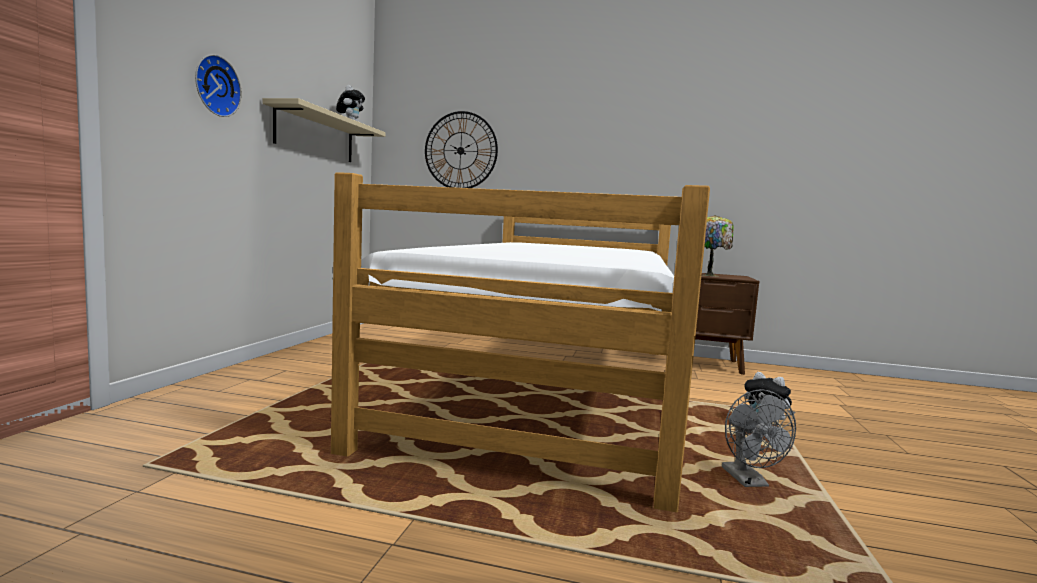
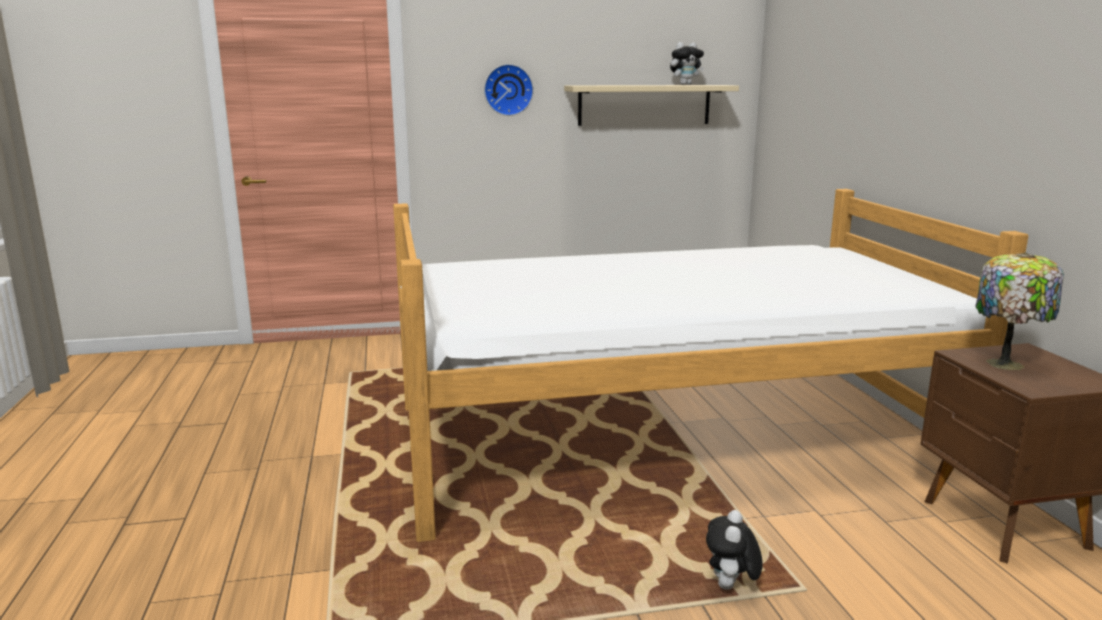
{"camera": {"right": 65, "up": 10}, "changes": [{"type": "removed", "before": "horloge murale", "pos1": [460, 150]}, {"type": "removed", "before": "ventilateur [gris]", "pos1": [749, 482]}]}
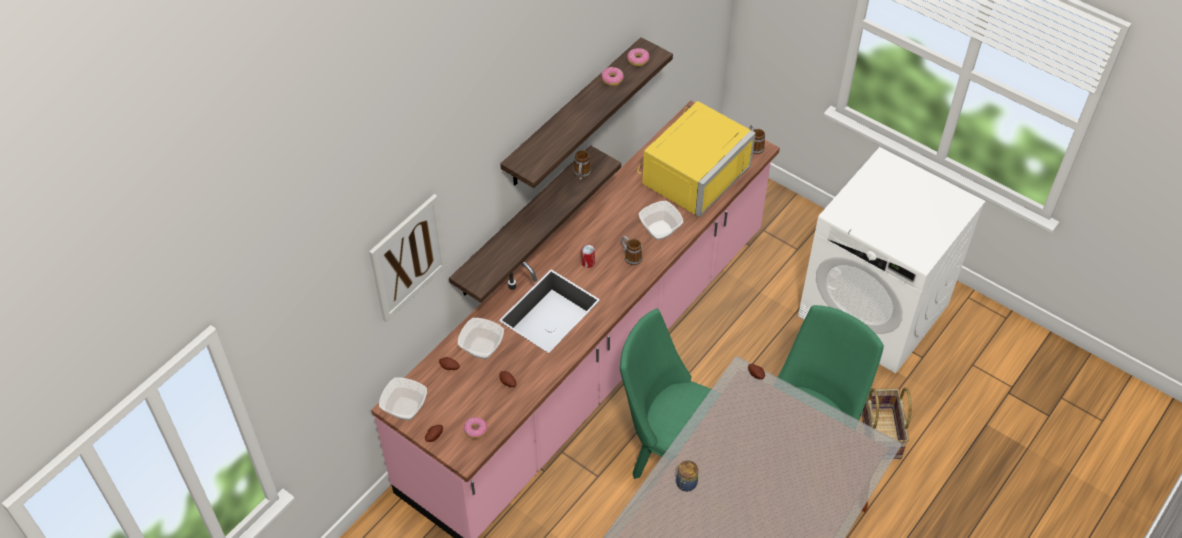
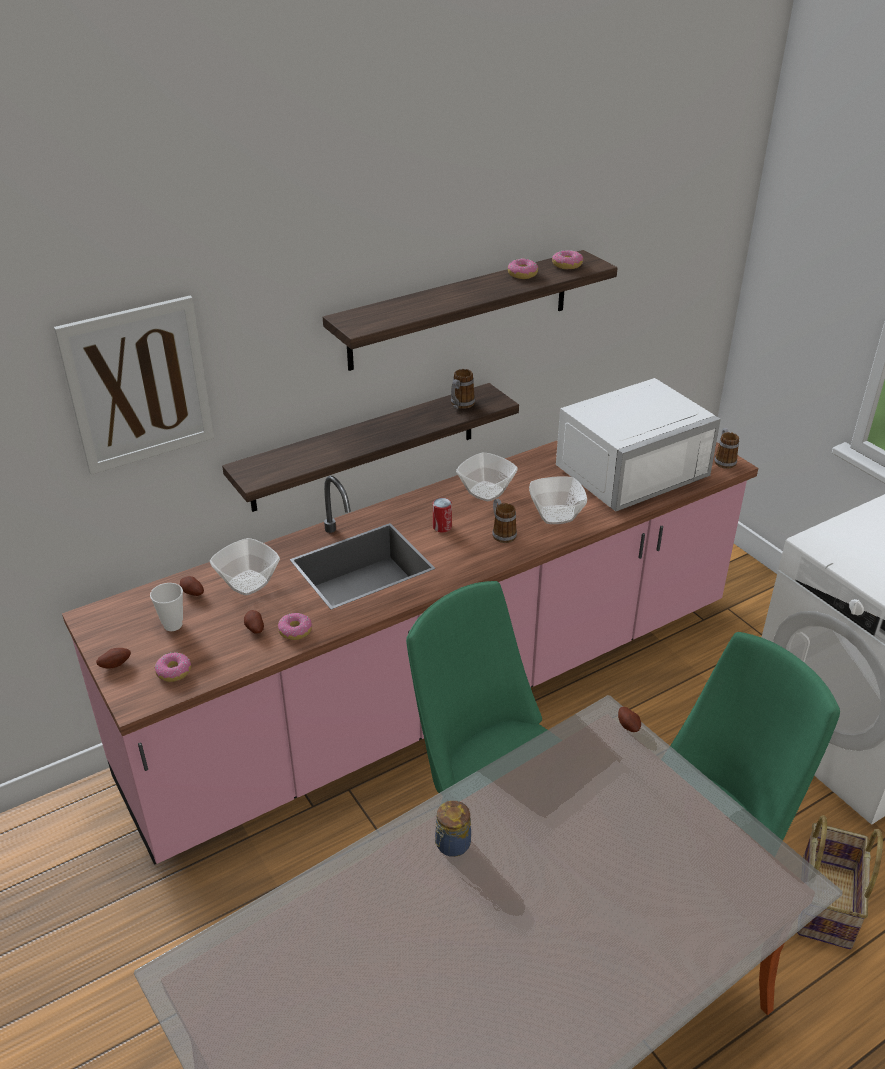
{"camera": {"right": 20, "up": -15}, "changes": [{"type": "added", "after": "tasse", "pos2": [173, 625]}, {"type": "added", "after": "beignet", "pos2": [295, 631]}, {"type": "moved", "before": "bol", "pos1": [406, 408], "pos2": [487, 491]}, {"type": "recoloured", "before": "micro-ondes [jaune]", "after": "micro-ondes [blanc]", "pos1": [690, 173], "pos2": [625, 468]}]}
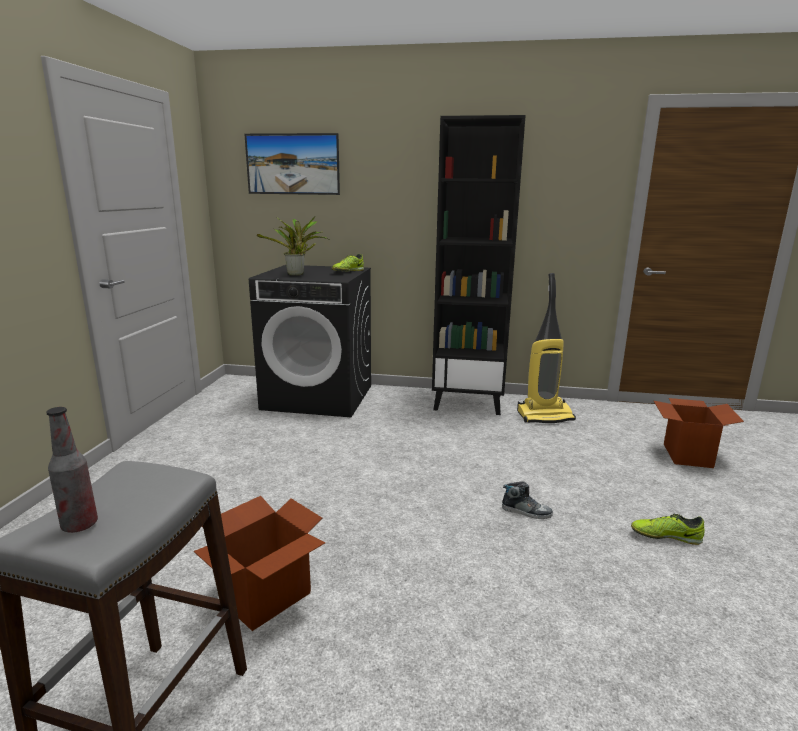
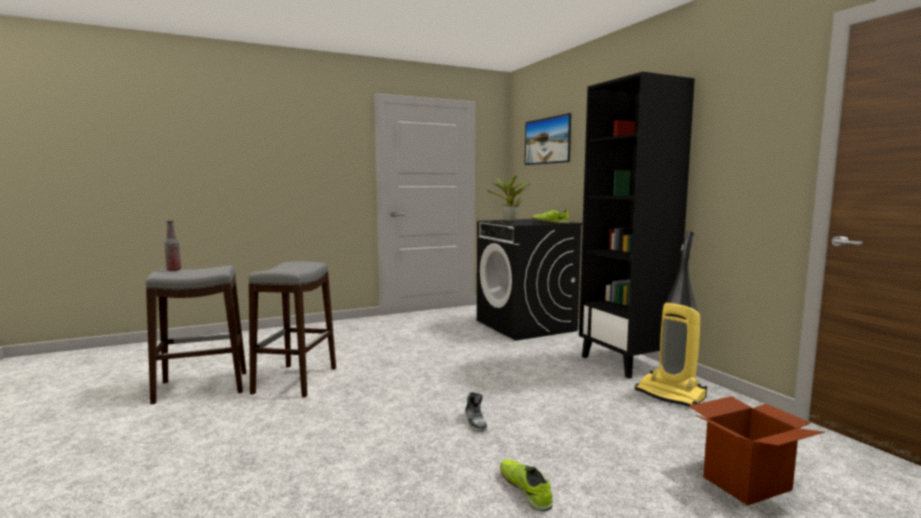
{"camera": {"right": 55, "up": -10}, "changes": [{"type": "replaced", "before": "carton", "after": "tabouret [gris]", "pos1": [266, 597], "pos2": [295, 380]}]}
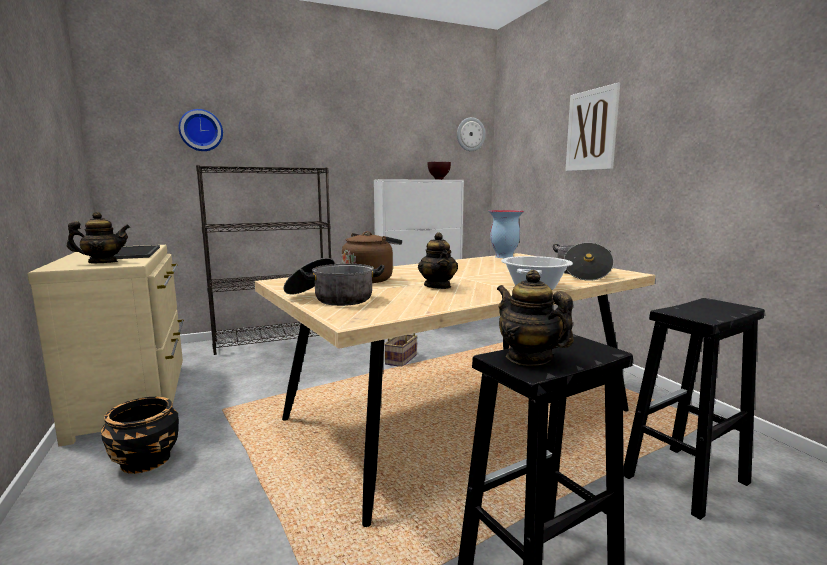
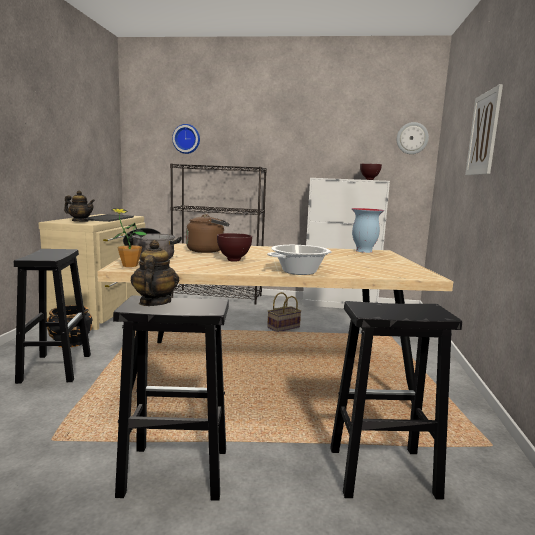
{"camera": {"right": 30, "up": 0}, "changes": [{"type": "added", "after": "tabouret [noir]", "pos2": [56, 367]}, {"type": "added", "after": "plante en pot", "pos2": [129, 265]}, {"type": "replaced", "before": "théière", "after": "bol [marron]", "pos1": [438, 286], "pos2": [234, 260]}, {"type": "removed", "before": "marmite", "pos1": [581, 274]}]}
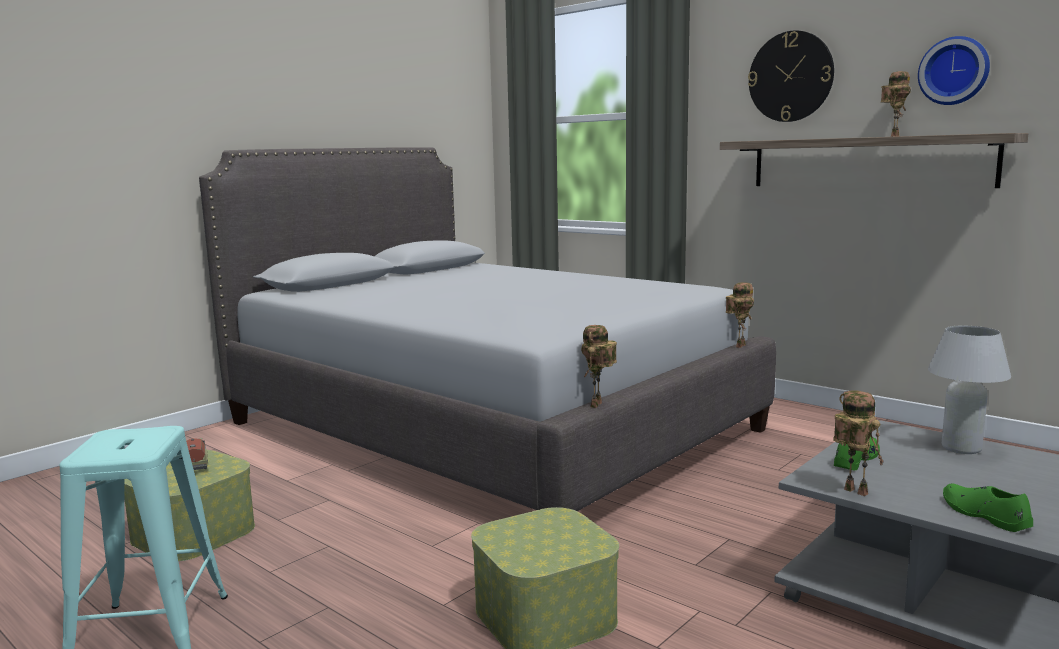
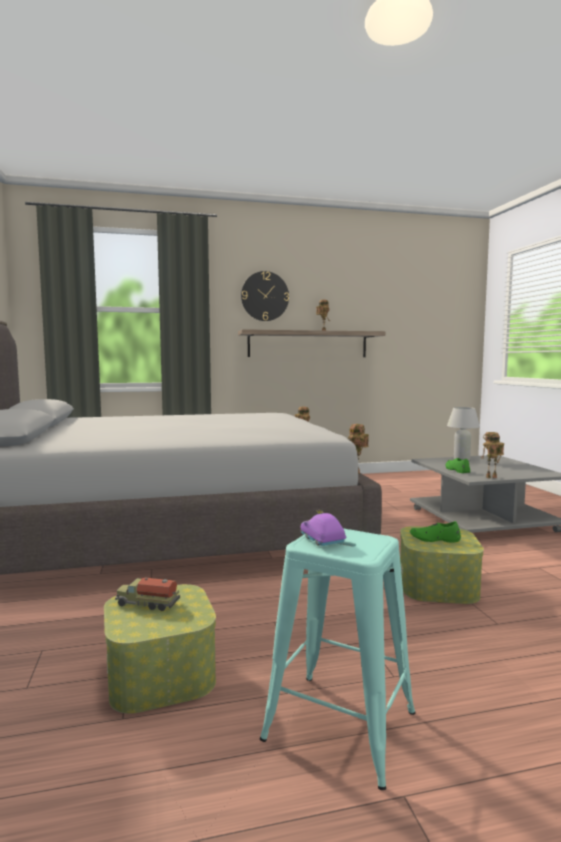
{"camera": {"right": -55, "up": -5}, "changes": [{"type": "added", "after": "petite voiture [violet]", "pos2": [321, 540]}, {"type": "moved", "before": "chaussure [vert]", "pos1": [984, 515], "pos2": [434, 539]}, {"type": "removed", "before": "horloge murale", "pos1": [954, 71]}]}
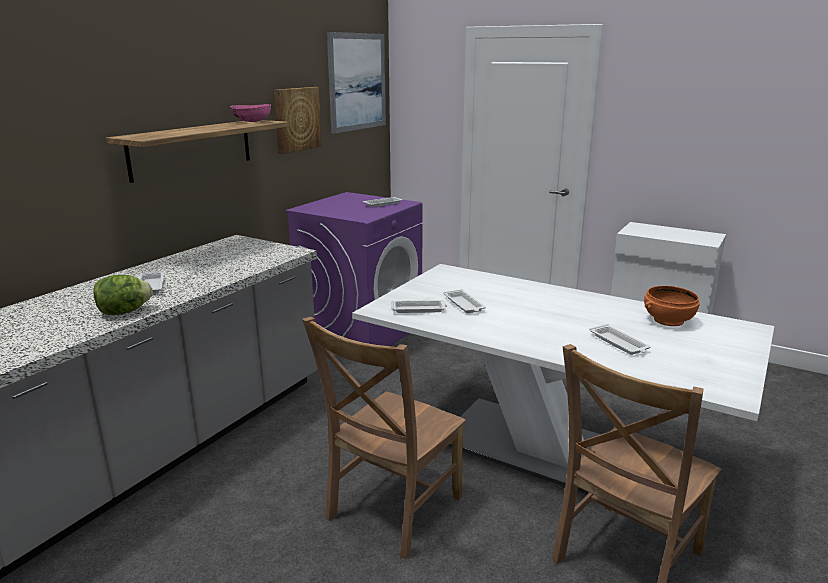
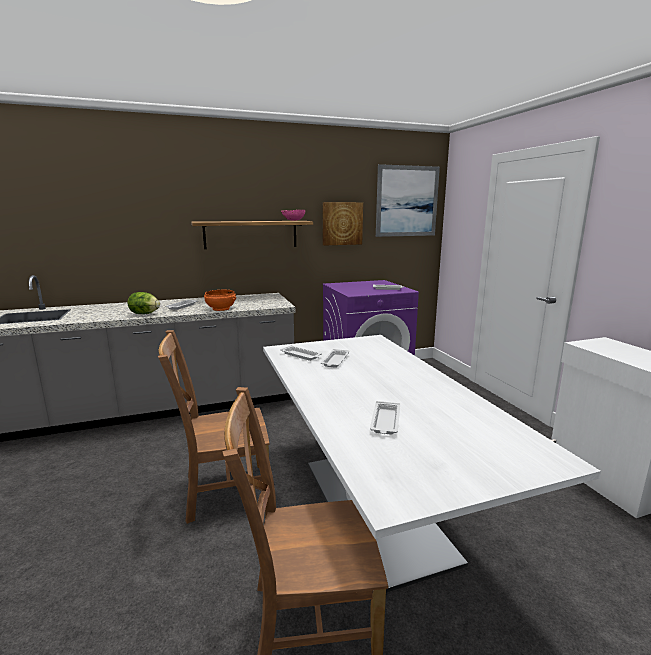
{"camera": {"right": 40, "up": -5}, "changes": [{"type": "moved", "before": "bol [orange]", "pos1": [668, 320], "pos2": [221, 309]}]}
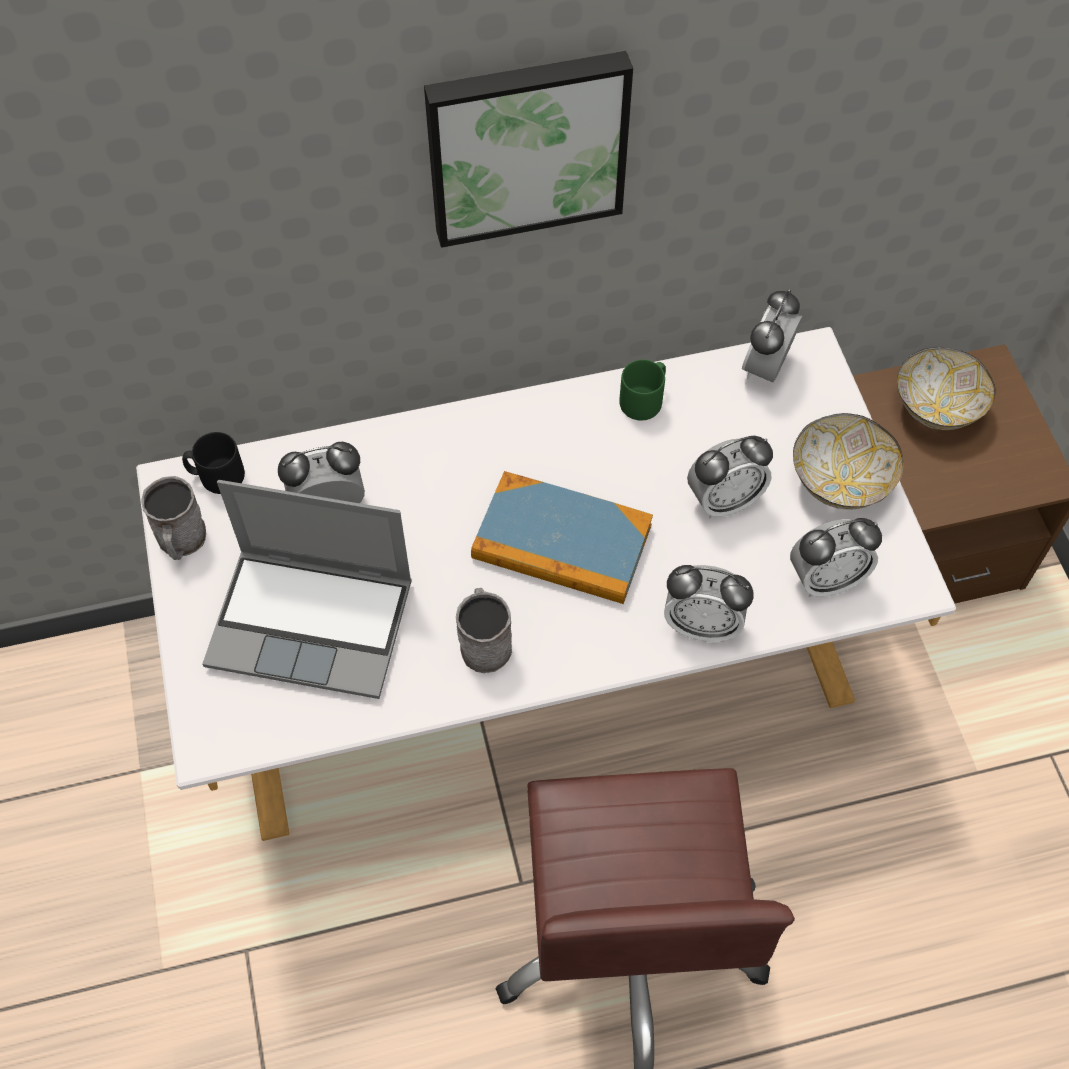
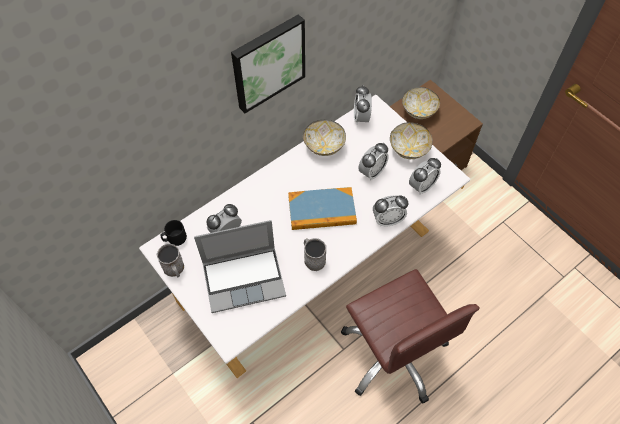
{"camera": {"right": -25, "up": 0}, "changes": [{"type": "replaced", "before": "mug [vert]", "after": "bol", "pos1": [644, 400], "pos2": [323, 146]}]}
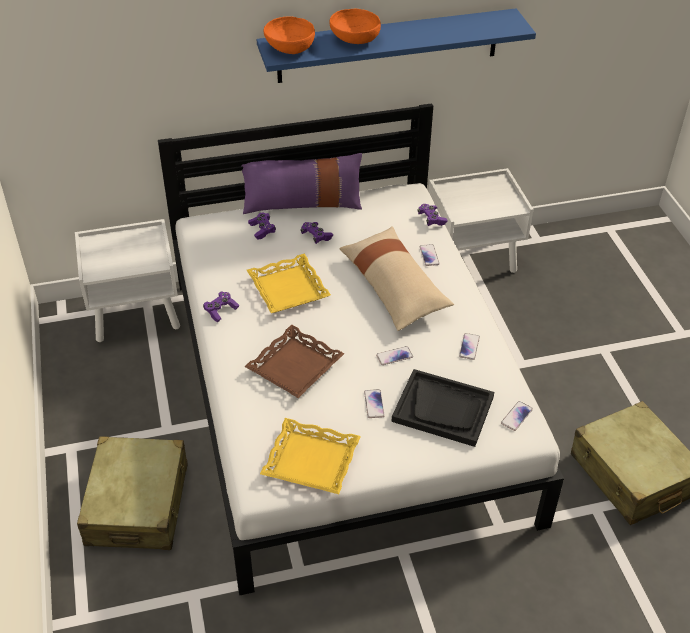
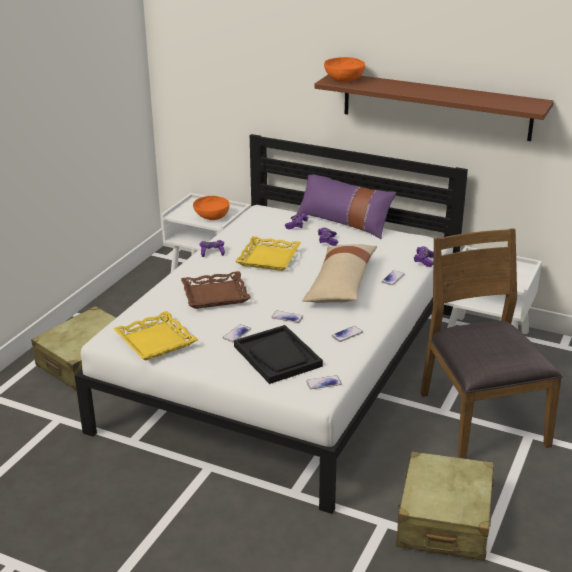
{"camera": {"right": 40, "up": -15}, "changes": [{"type": "moved", "before": "bol [orange]", "pos1": [354, 39], "pos2": [211, 217]}, {"type": "recoloured", "before": "étagère [bleu]", "after": "étagère [marron]", "pos1": [388, 46], "pos2": [436, 106]}, {"type": "added", "after": "chaise [marron]", "pos2": [480, 419]}]}
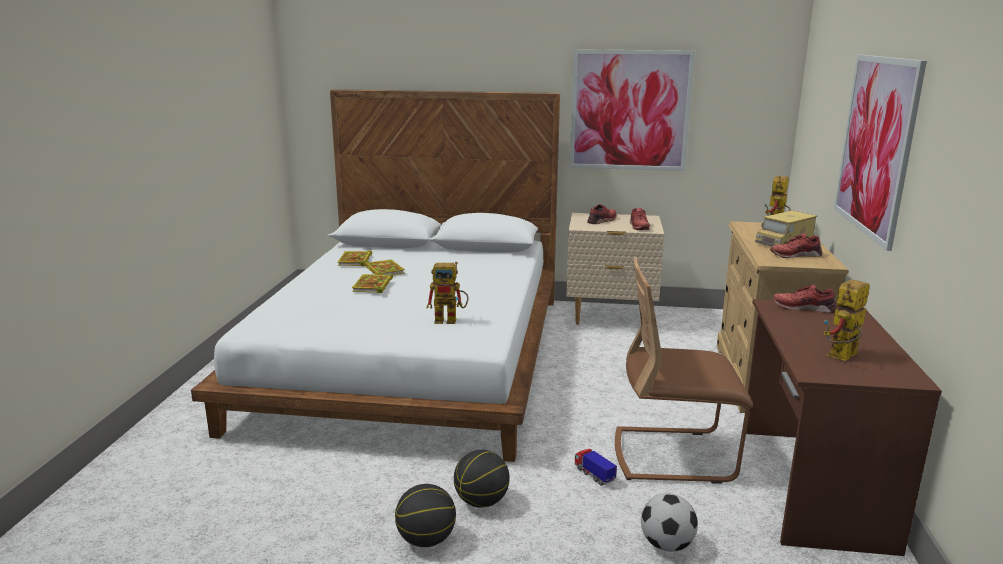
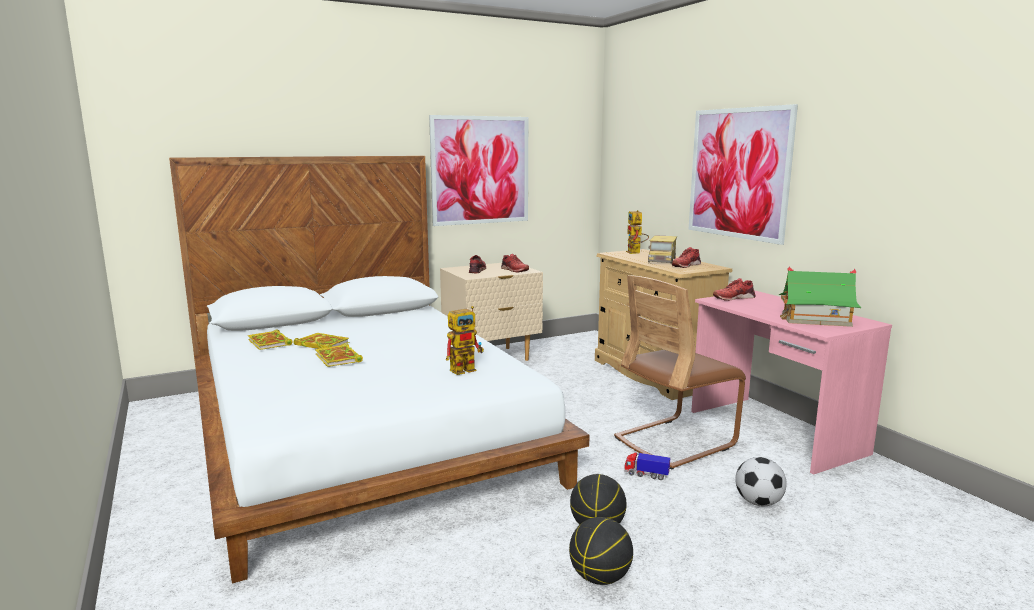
{"camera": {"right": -35, "up": -5}, "changes": [{"type": "recoloured", "before": "bureau [marron]", "after": "bureau [rose]", "pos1": [810, 485], "pos2": [774, 432]}, {"type": "replaced", "before": "robot jouet", "after": "maison miniature", "pos1": [842, 357], "pos2": [815, 319]}]}
